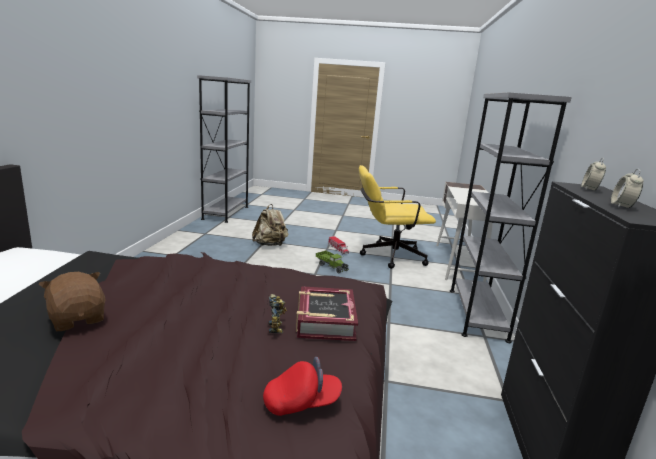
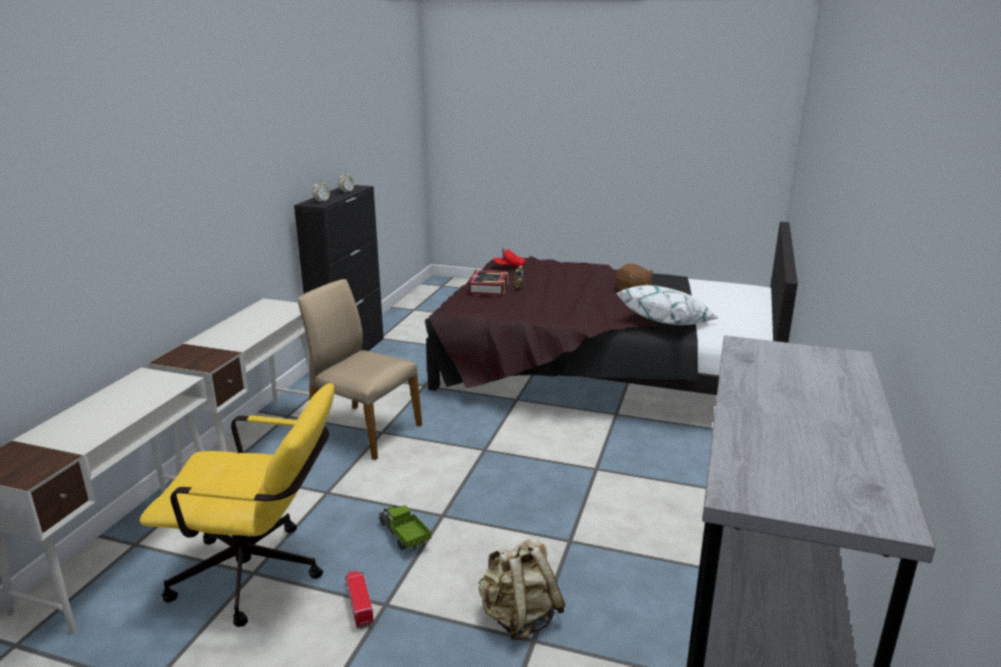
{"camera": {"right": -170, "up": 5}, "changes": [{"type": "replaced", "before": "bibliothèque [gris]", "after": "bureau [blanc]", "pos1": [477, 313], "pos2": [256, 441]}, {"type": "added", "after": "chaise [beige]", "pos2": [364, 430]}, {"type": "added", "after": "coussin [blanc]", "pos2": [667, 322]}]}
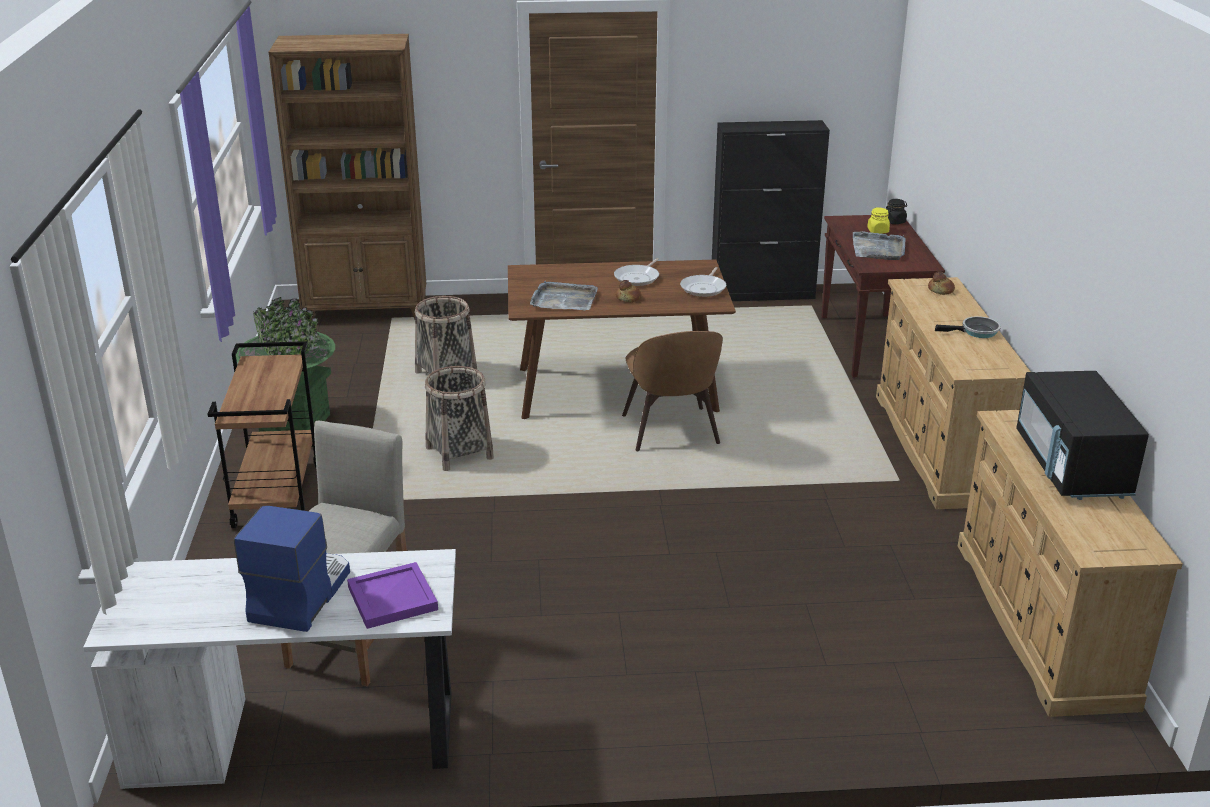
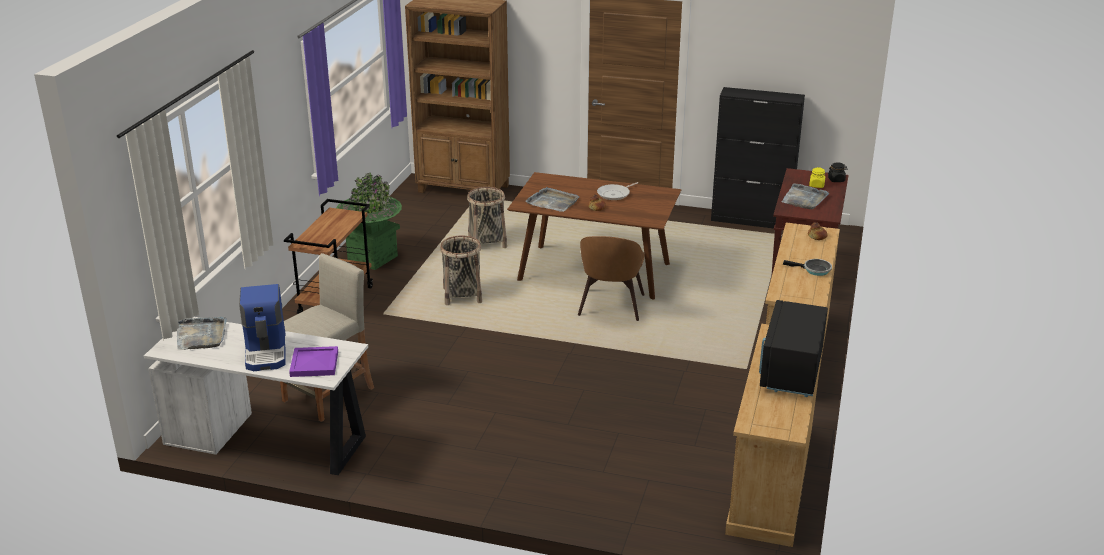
{"camera": {"right": 20, "up": 0}, "changes": [{"type": "added", "after": "plateau [gris]", "pos2": [201, 335]}, {"type": "turned", "before": "machine à café", "pos1": [299, 595], "pos2": [267, 351], "turn": 135}, {"type": "removed", "before": "poêle", "pos1": [704, 288]}]}
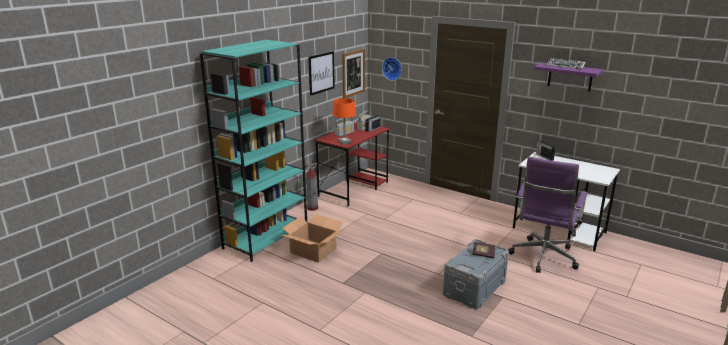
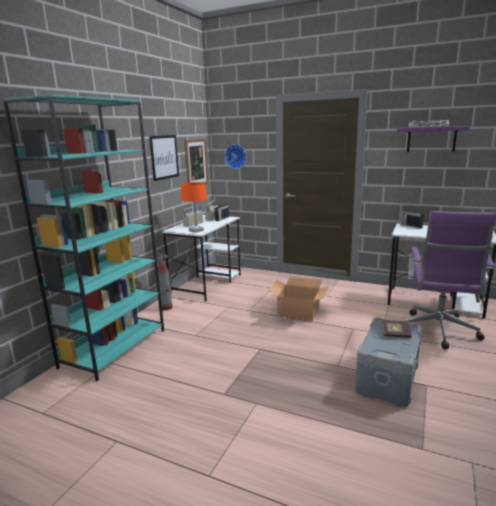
{"camera": {"right": -10, "up": -5}, "changes": [{"type": "recoloured", "before": "bureau [rouge]", "after": "bureau [blanc]", "pos1": [354, 189], "pos2": [207, 284]}, {"type": "moved", "before": "carton", "pos1": [313, 250], "pos2": [298, 311]}]}
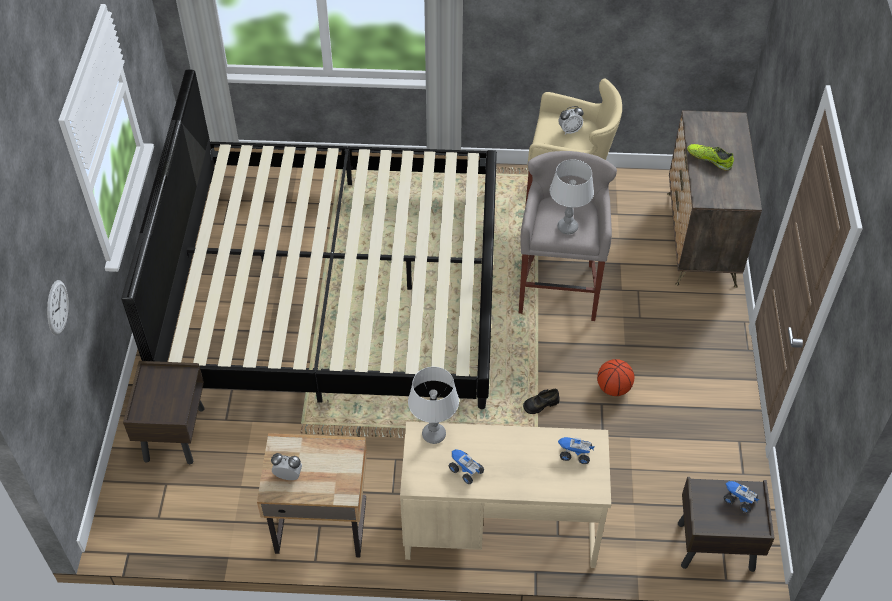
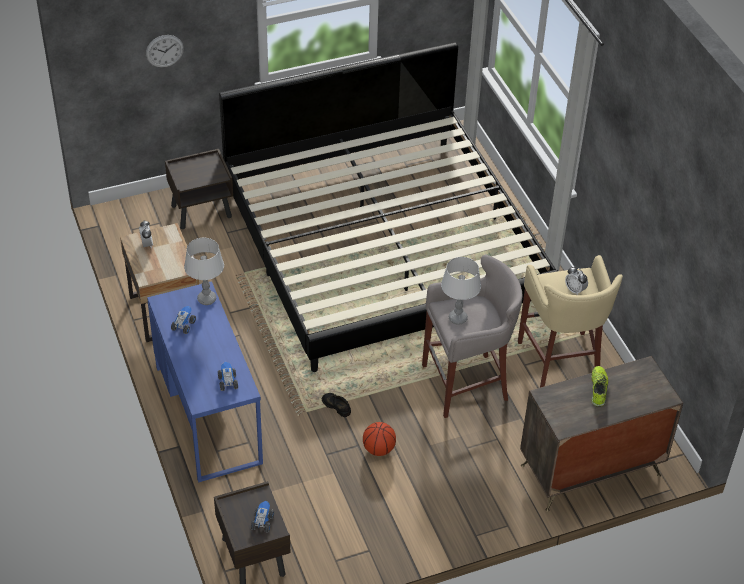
{"camera": {"right": 65, "up": -5}, "changes": [{"type": "recoloured", "before": "bureau [beige]", "after": "bureau [bleu]", "pos1": [500, 527], "pos2": [208, 414]}]}
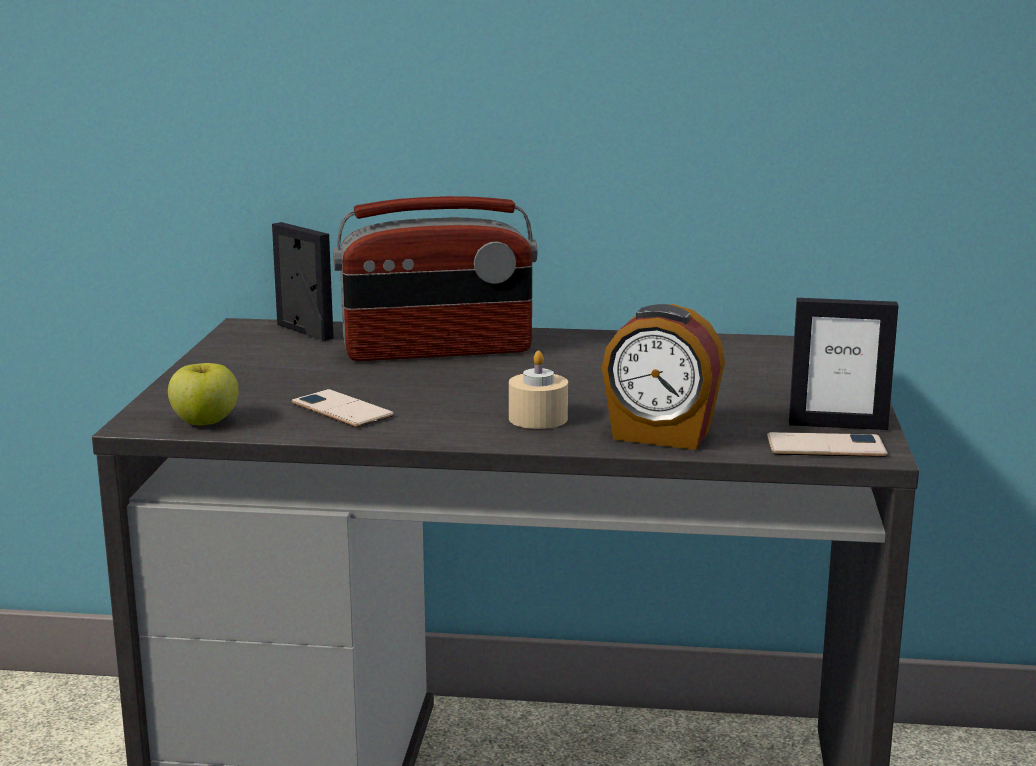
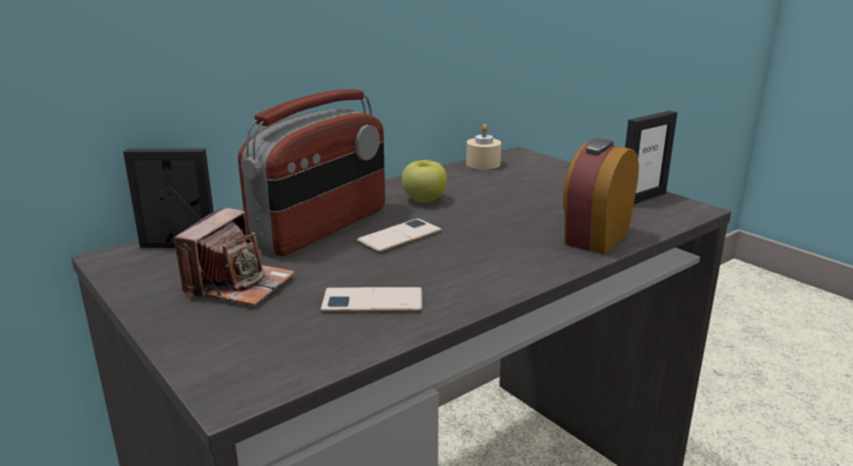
{"camera": {"right": -45, "up": 5}, "changes": [{"type": "added", "after": "appareil photo", "pos2": [239, 284]}, {"type": "moved", "before": "téléphone", "pos1": [826, 446], "pos2": [399, 236]}, {"type": "moved", "before": "pomme", "pos1": [205, 422], "pos2": [424, 200]}, {"type": "moved", "before": "bougie [beige]", "pos1": [538, 418], "pos2": [483, 164]}, {"type": "turned", "before": "réveil", "pos1": [660, 436], "pos2": [595, 238], "turn": 150}]}
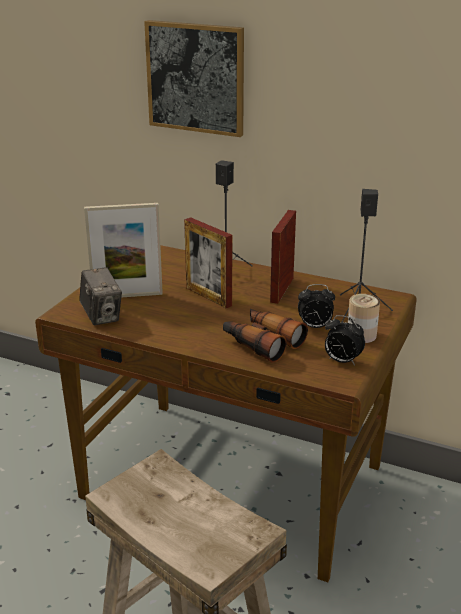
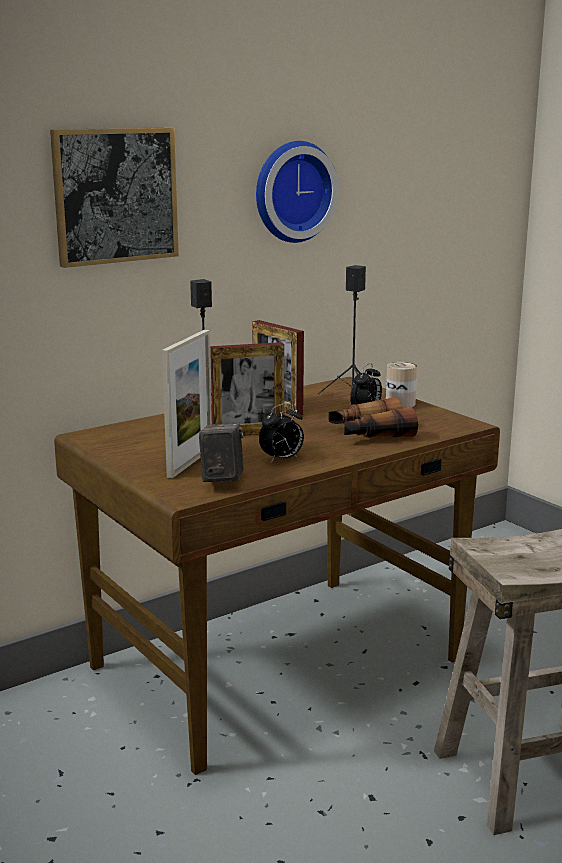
{"camera": {"right": -60, "up": -10}, "changes": [{"type": "turned", "before": "appareil photo", "pos1": [102, 316], "pos2": [222, 480], "turn": -90}, {"type": "added", "after": "horloge murale", "pos2": [292, 191]}, {"type": "moved", "before": "réveil", "pos1": [341, 361], "pos2": [282, 459]}]}
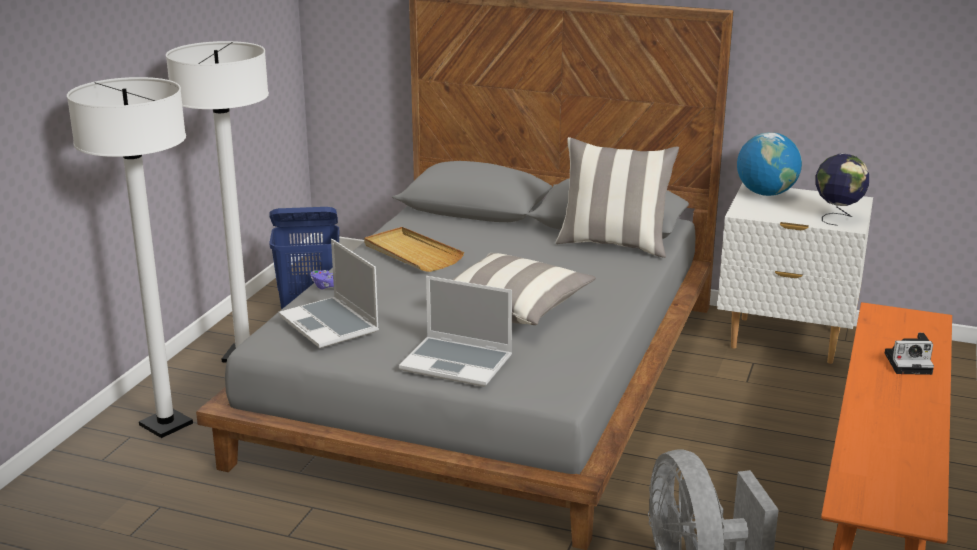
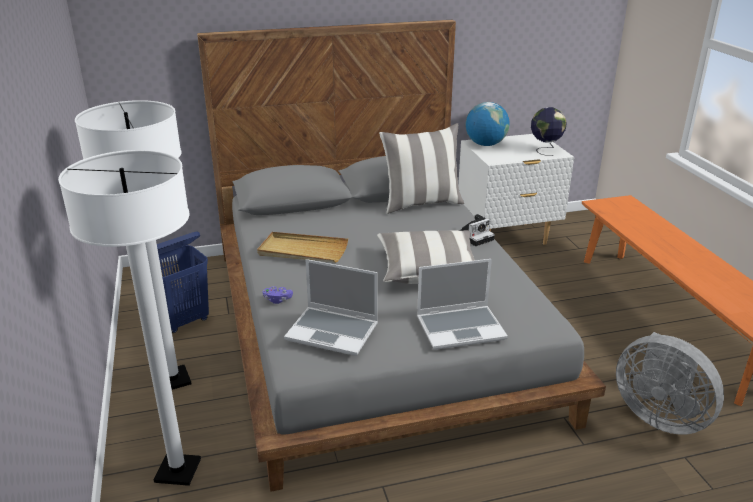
{"camera": {"right": -35, "up": 5}, "changes": [{"type": "moved", "before": "appareil photo", "pos1": [909, 363], "pos2": [475, 236]}]}
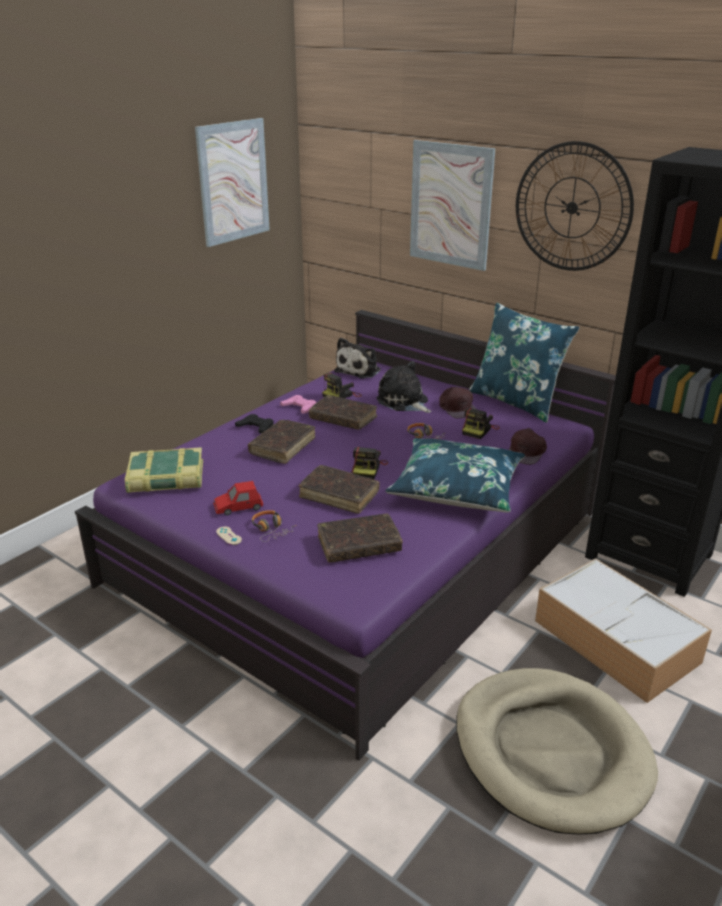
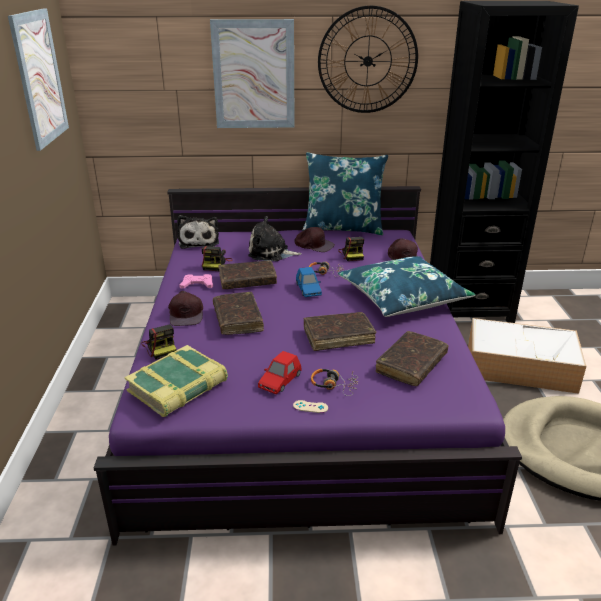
{"camera": {"right": -40, "up": 0}, "changes": [{"type": "moved", "before": "appareil photo", "pos1": [368, 469], "pos2": [161, 347]}, {"type": "replaced", "before": "manette [noir]", "after": "casquette [marron]", "pos1": [256, 427], "pos2": [187, 313]}, {"type": "added", "after": "petite voiture [bleu]", "pos2": [308, 290]}]}
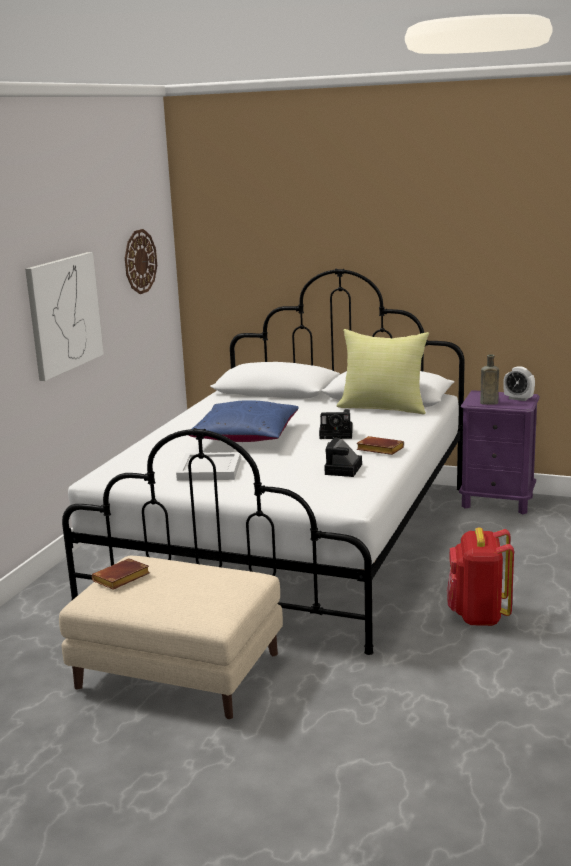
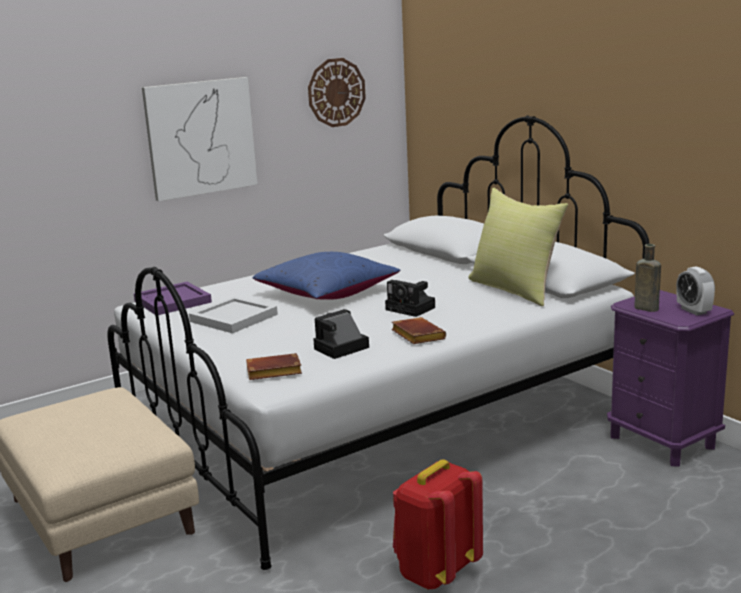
{"camera": {"right": 35, "up": 0}, "changes": [{"type": "added", "after": "plateau [violet]", "pos2": [174, 301]}, {"type": "moved", "before": "livre [marron]", "pos1": [121, 579], "pos2": [272, 373]}]}
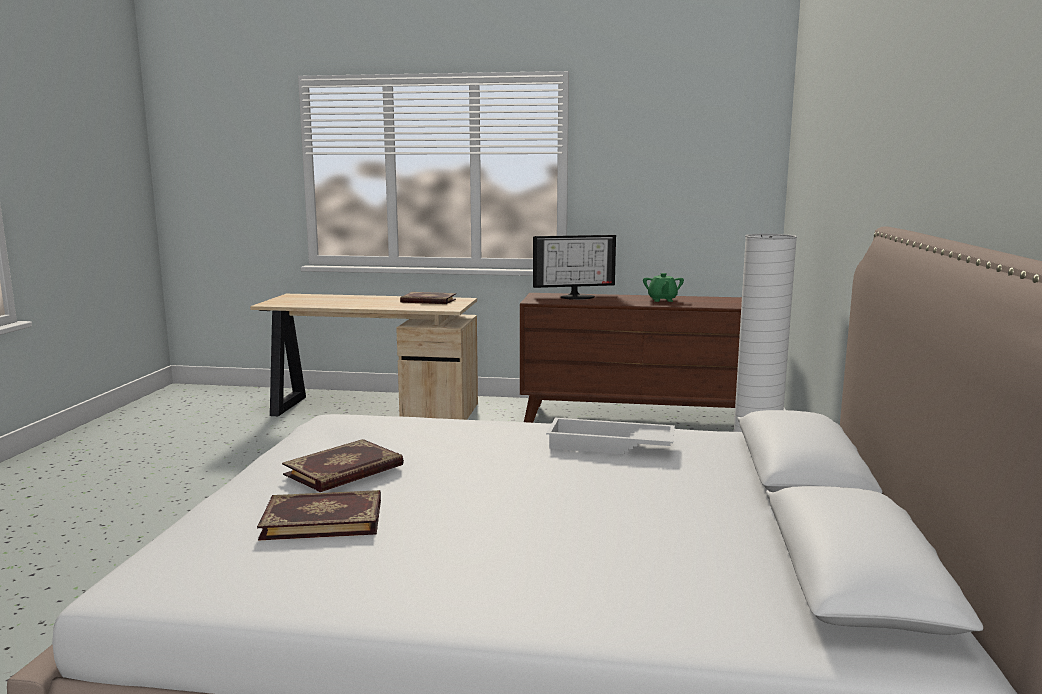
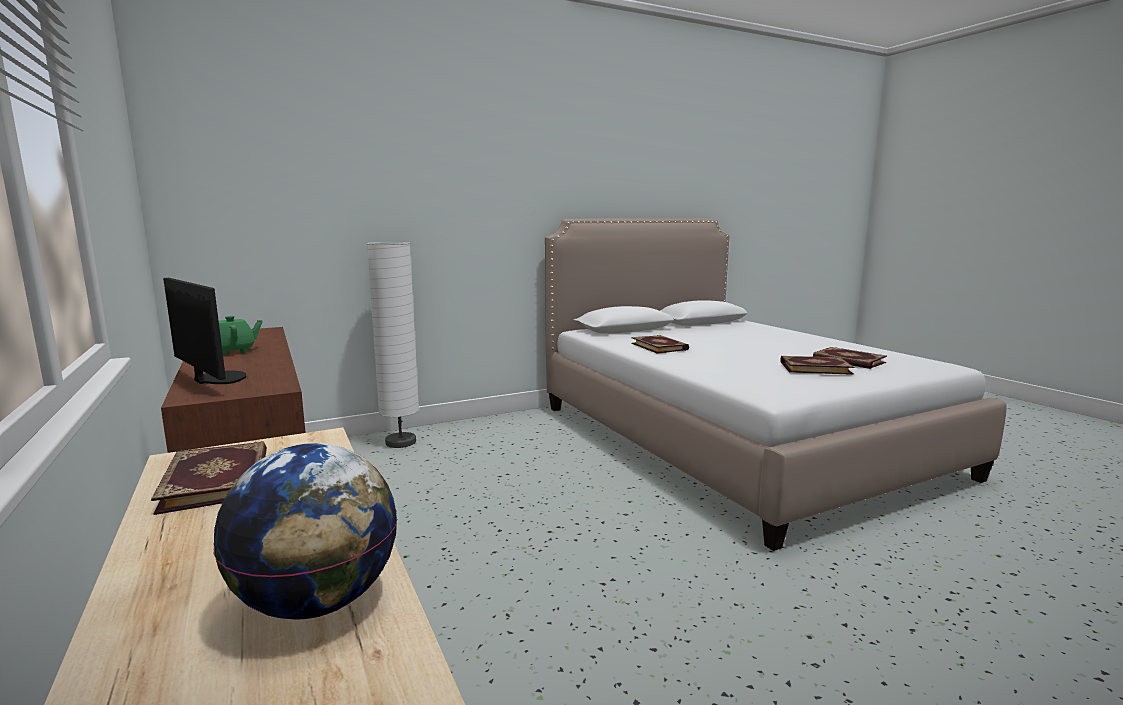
{"camera": {"right": -125, "up": 0}, "changes": [{"type": "added", "after": "globe", "pos2": [317, 602]}, {"type": "replaced", "before": "plateau [blanc]", "after": "livre", "pos1": [609, 445], "pos2": [660, 346]}]}
